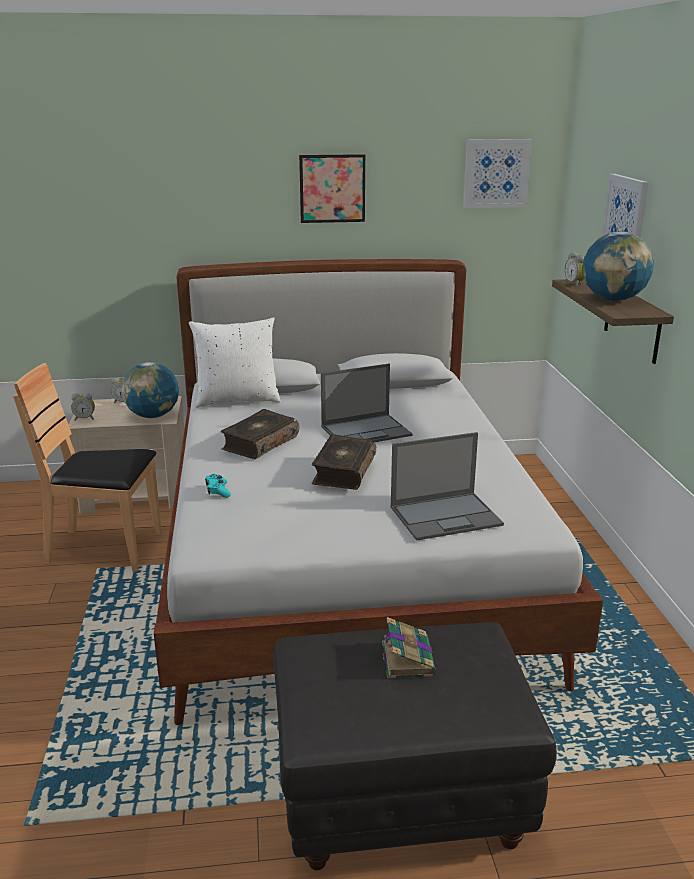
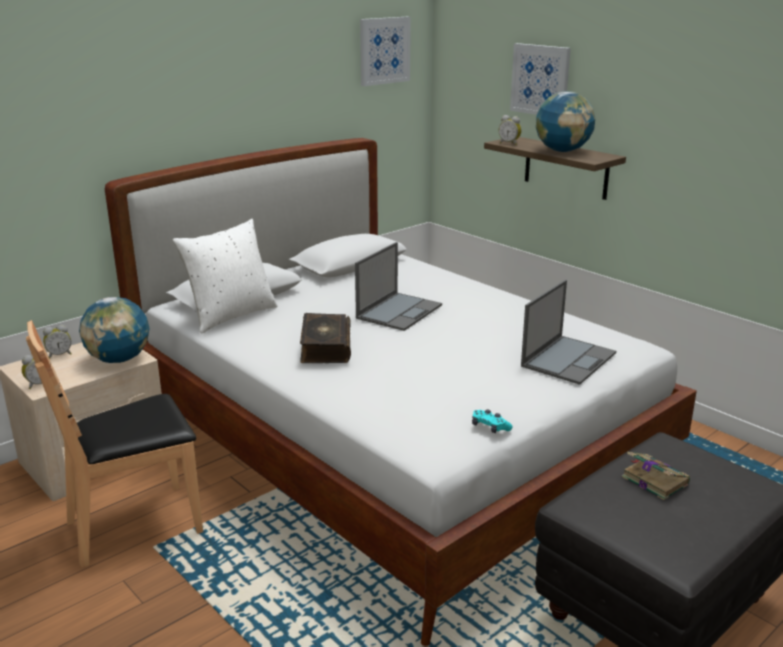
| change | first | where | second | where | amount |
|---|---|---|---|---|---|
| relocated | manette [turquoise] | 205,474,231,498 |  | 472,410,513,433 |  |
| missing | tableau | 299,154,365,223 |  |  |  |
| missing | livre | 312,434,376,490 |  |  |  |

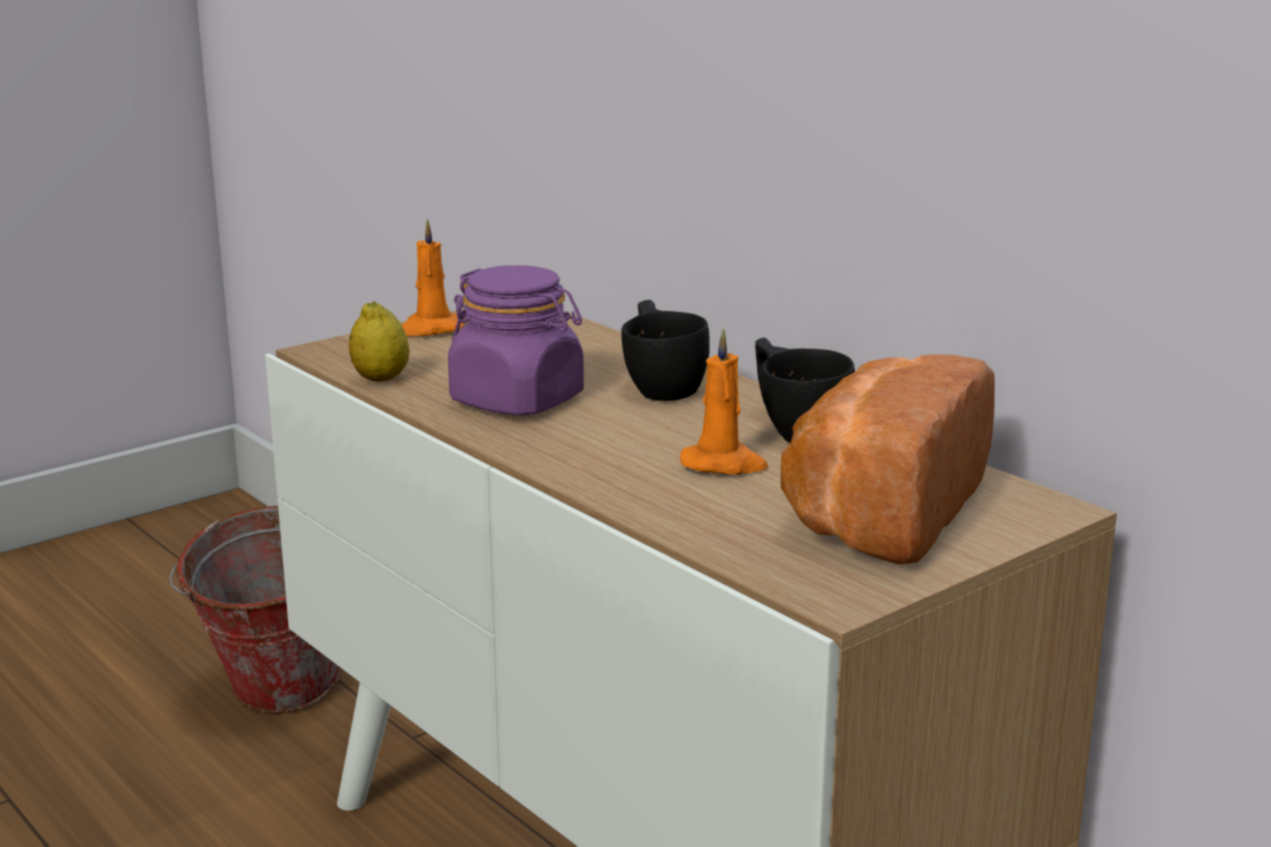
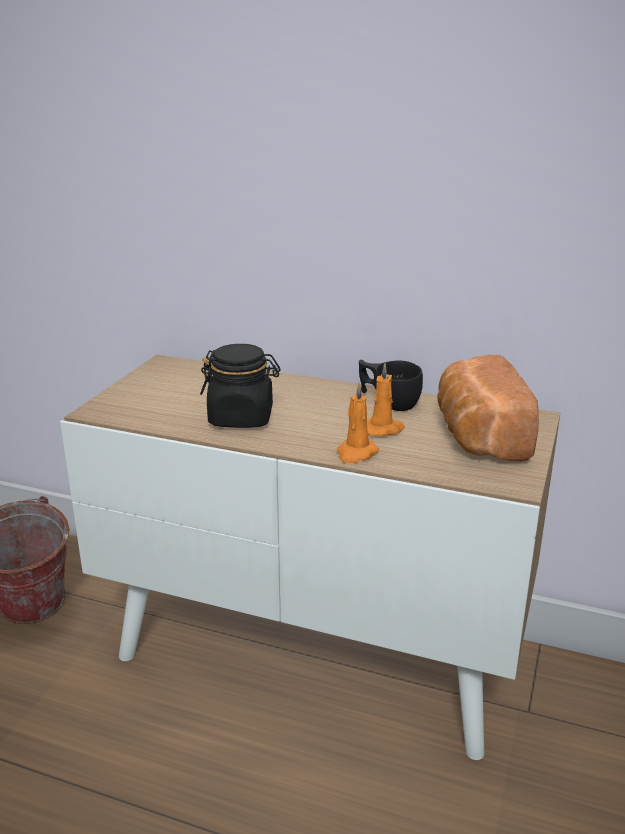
| change | first | where | second | where | amount |
|---|---|---|---|---|---|
| missing | citron | 349,301,410,382 |  |  |  |
| relocated | bougie [orange] | 402,219,465,337 |  | 337,383,379,464 |  |
| colour | bocal [violet] | 448,265,584,416 | bocal [noir] | 200,344,281,428 |  |
| missing | tasse [noir] | 621,300,710,401 |  |  |  |

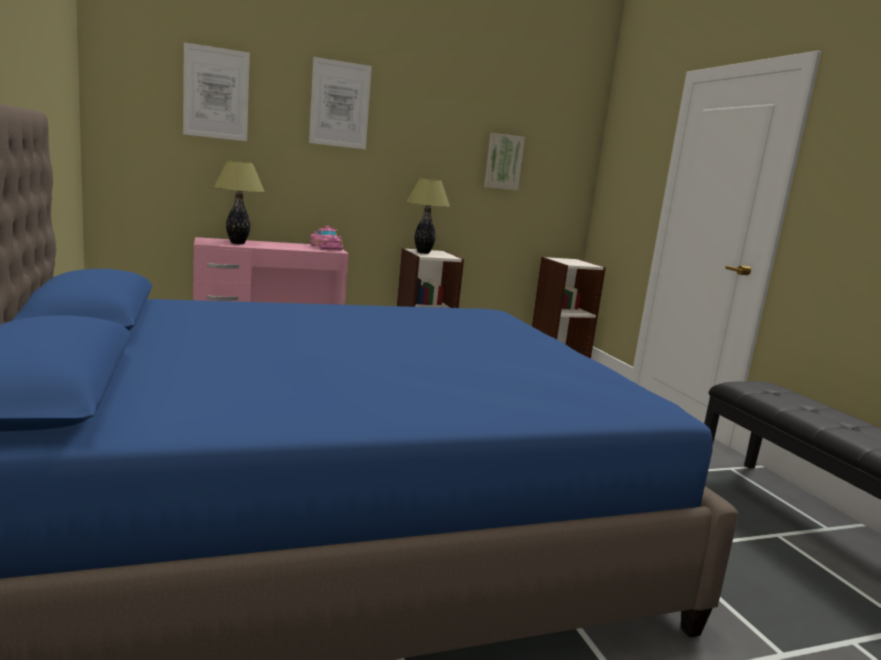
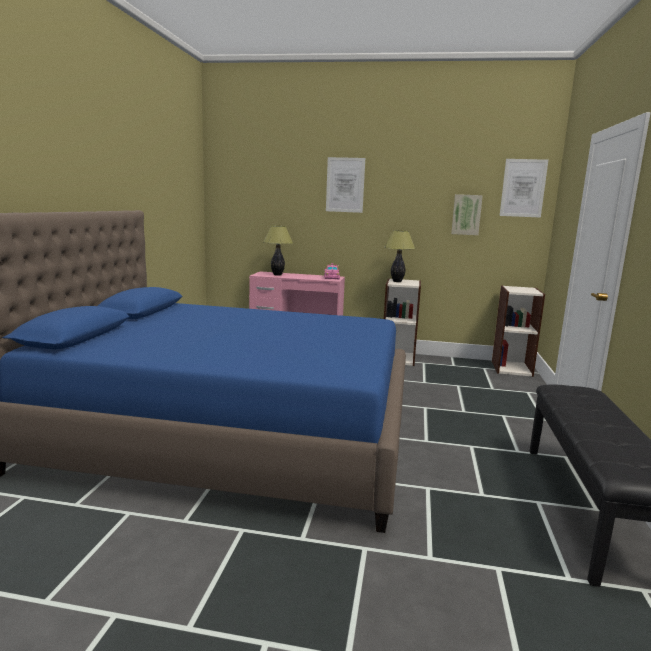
| change | first | where | second | where | amount |
|---|---|---|---|---|---|
| relocated | tableau | 183,42,250,141 |  | 500,159,548,218 |  |

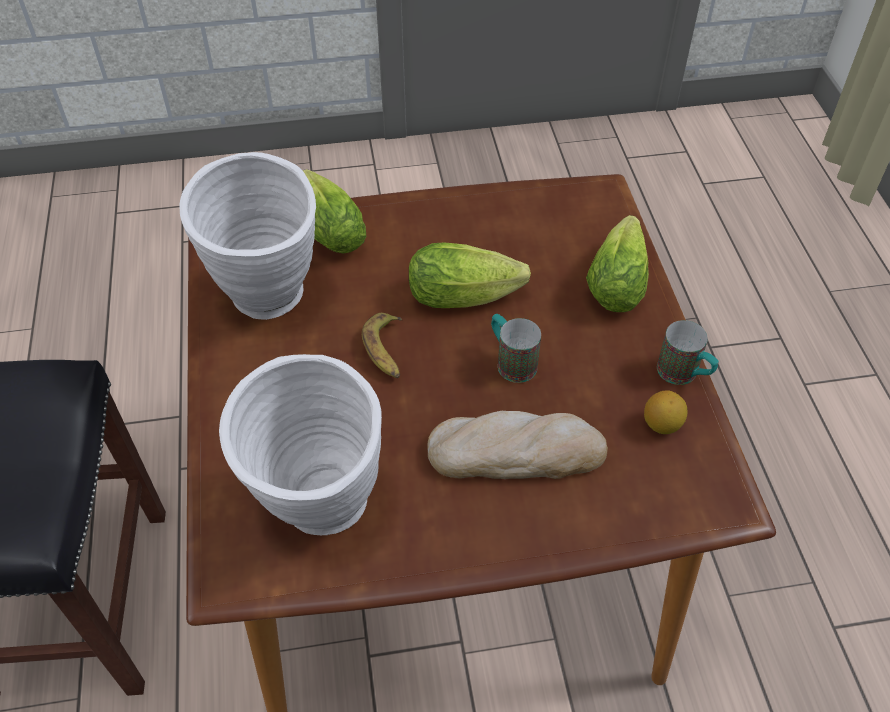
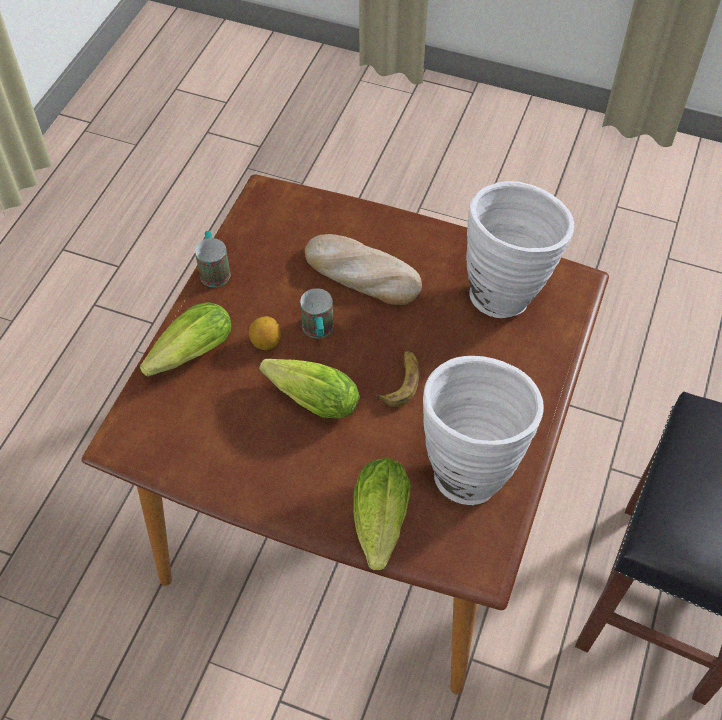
| change | first | where | second | where | amount |
|---|---|---|---|---|---|
| relocated | citron | 644,390,688,434 |  | 249,316,281,350 |  |

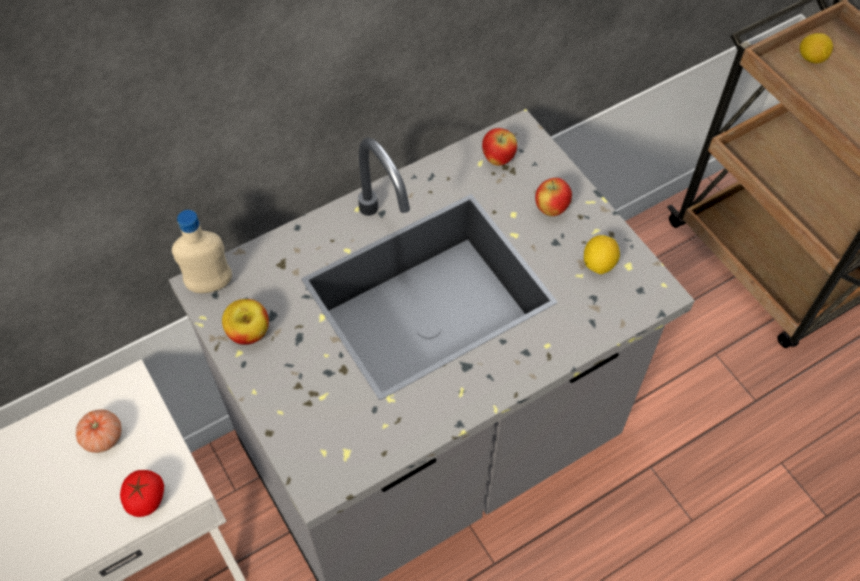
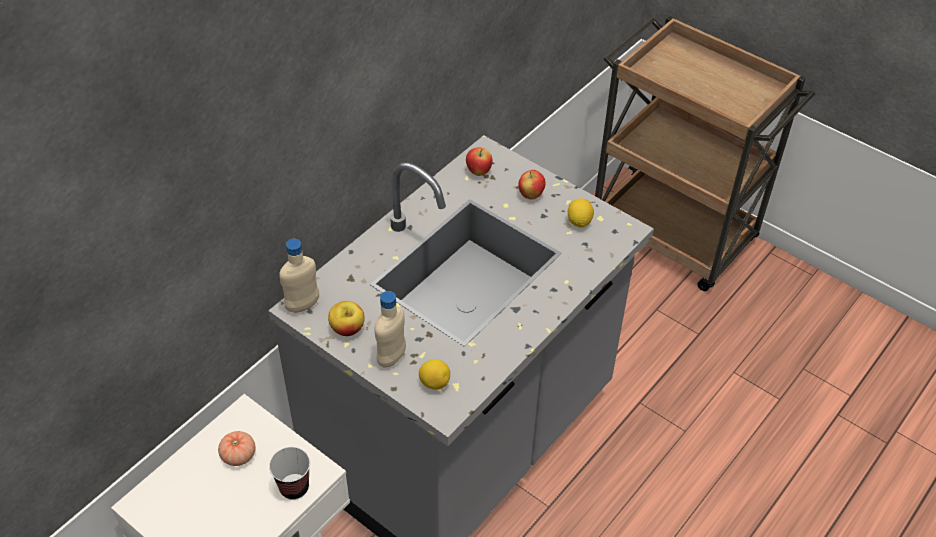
| change | first | where | second | where | amount |
|---|---|---|---|---|---|
| exchanged | tomate | 120,470,164,517 | tasse | 269,447,310,500 |  |
| relocated | citron | 800,33,833,64 |  | 419,359,450,390 |  |
| appeared |  |  | bouteille [beige] | 375,291,406,367 |  |

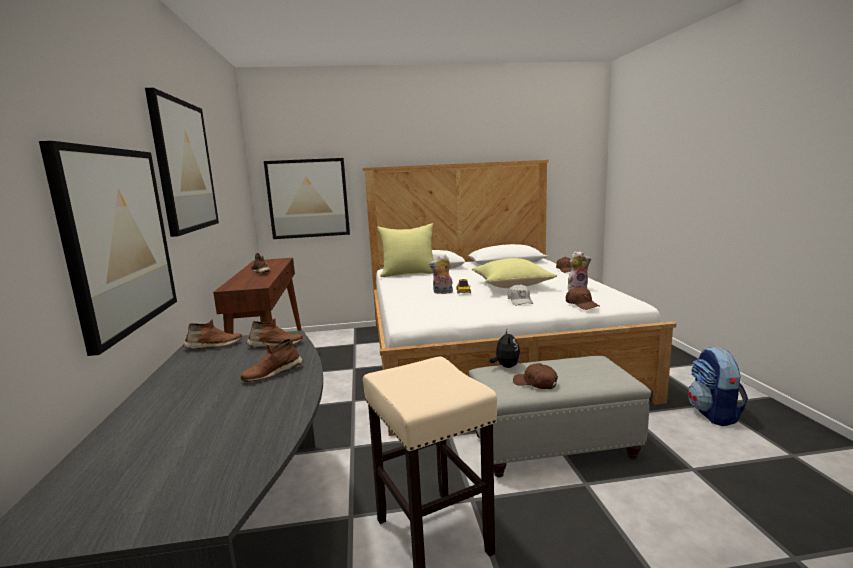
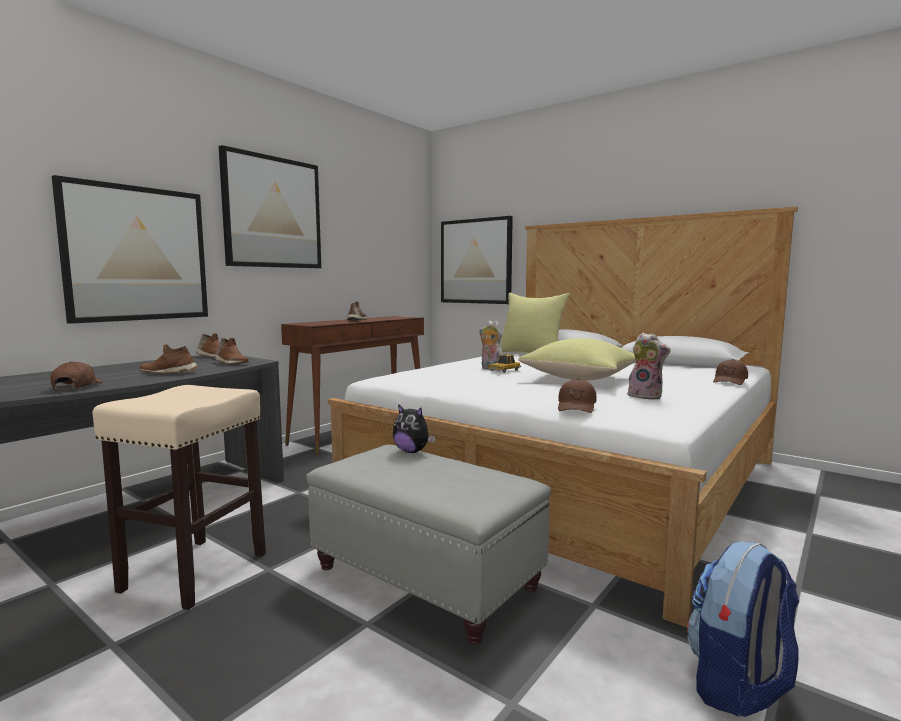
| change | first | where | second | where | amount |
|---|---|---|---|---|---|
| spun | peluche | 489,330,520,368 |  | 393,404,435,453 | 75 degrees clockwise |
| missing | casquette [blanc] | 508,284,533,306 |  |  |  |
| relocated | casquette [marron] | 513,363,558,389 |  | 50,361,103,390 |  |

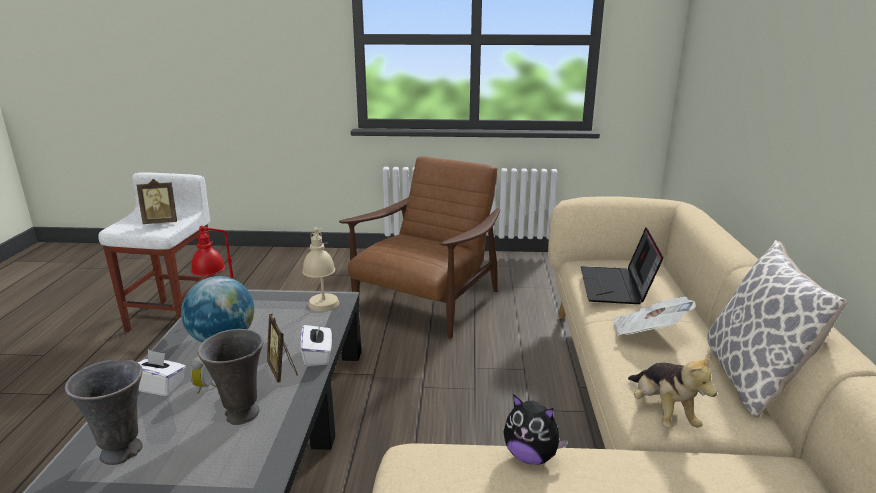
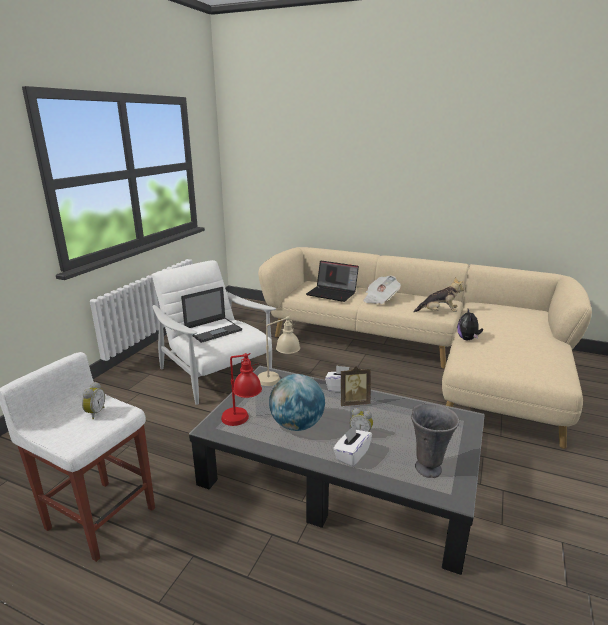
| change | first | where | second | where | amount |
|---|---|---|---|---|---|
| exchanged | cadre photo | 137,179,177,224 | réveil | 82,382,105,419 |  |
| missing | vase [gris] | 197,329,264,425 |  |  |  |
| colour | fauteuil [marron] | 339,156,500,339 | fauteuil [blanc] | 152,260,276,405 |  |
| spun | peluche | 503,394,568,465 |  | 457,309,483,340 | 135 degrees clockwise |
| missing | coussin | 708,240,847,418 |  |  |  |
| appeared |  |  | ordinateur portable | 181,287,242,343 |  |

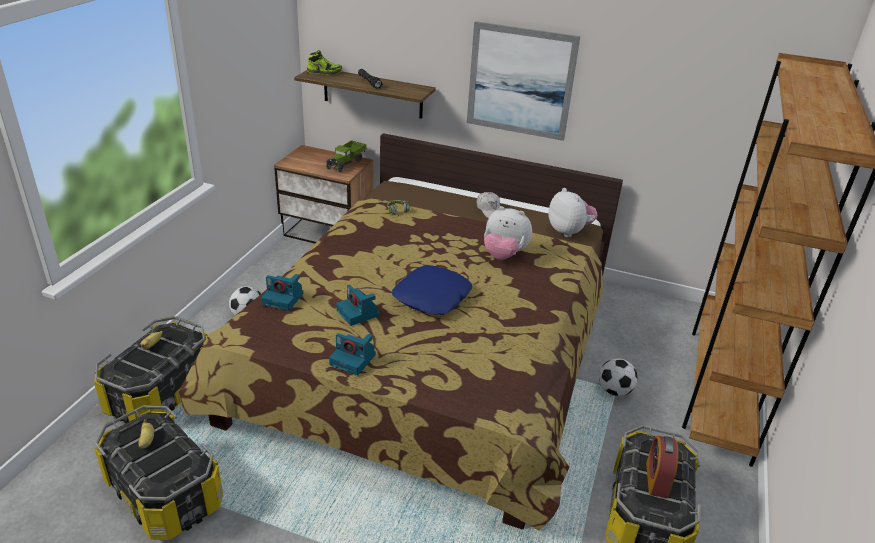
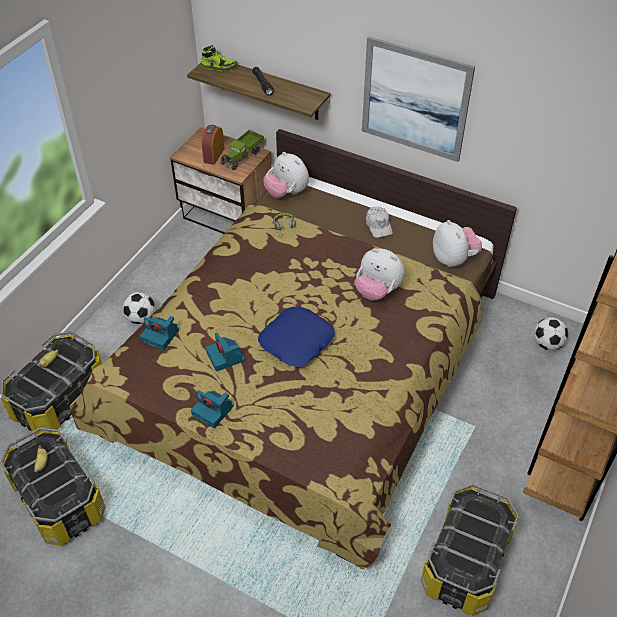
| change | first | where | second | where | amount |
|---|---|---|---|---|---|
| relocated | ballon de foot | 599,358,638,396 |  | 534,317,568,350 |  |
| relocated | réveil | 646,436,679,498 |  | 202,125,225,165 |  |
| appeared |  |  | peluche | 263,152,309,198 |  |

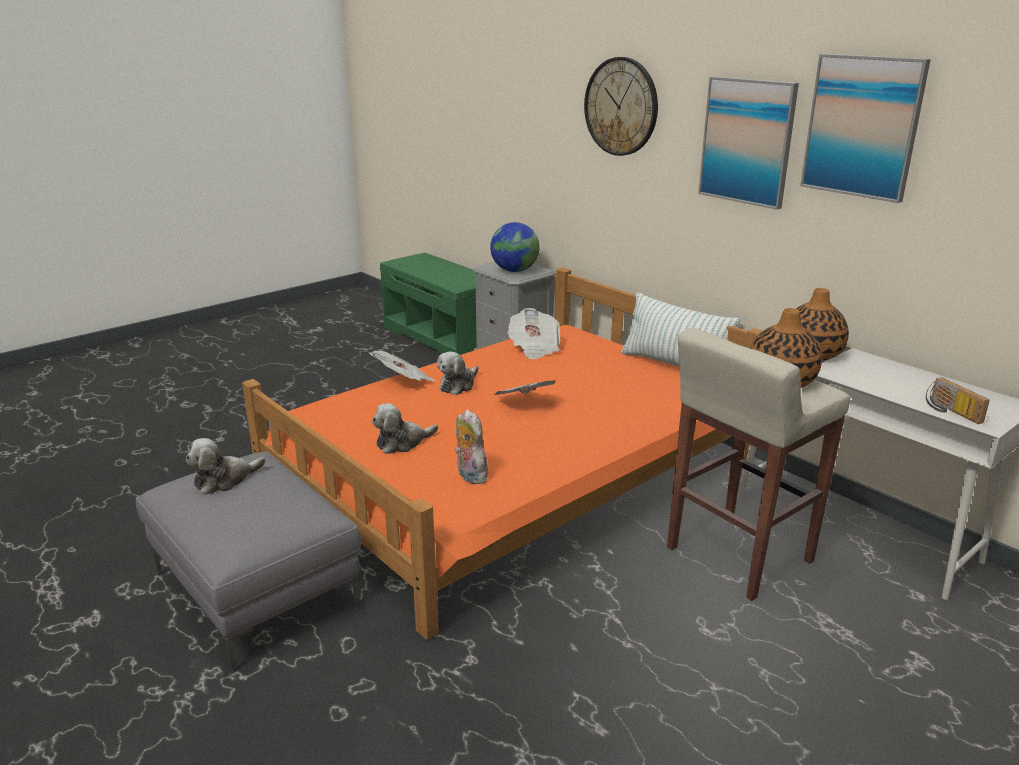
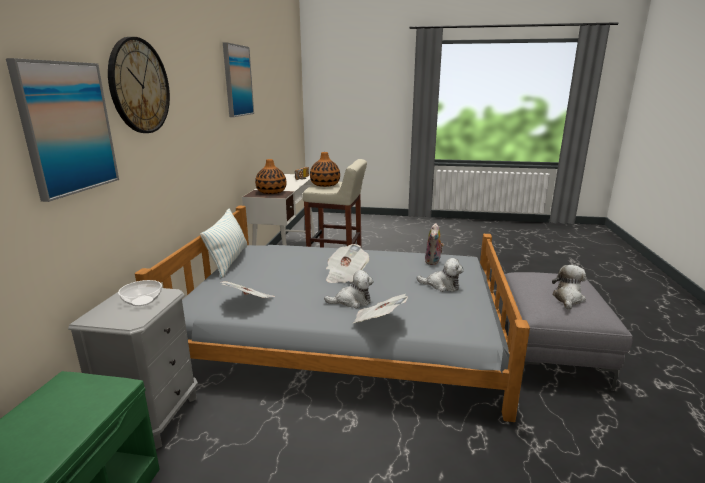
| change | first | where | second | where | amount |
|---|---|---|---|---|---|
| spun | peluche | 186,438,266,495 |  | 552,265,586,310 | 75 degrees counterclockwise |
| colour | lit [orange] | 242,267,763,640 | lit [gris] | 135,206,530,422 |  |
| exchanged | globe | 490,222,540,272 | bol | 118,280,162,306 |  |
| relocated | tableau | 698,76,799,210 |  | 6,58,119,202 |  |

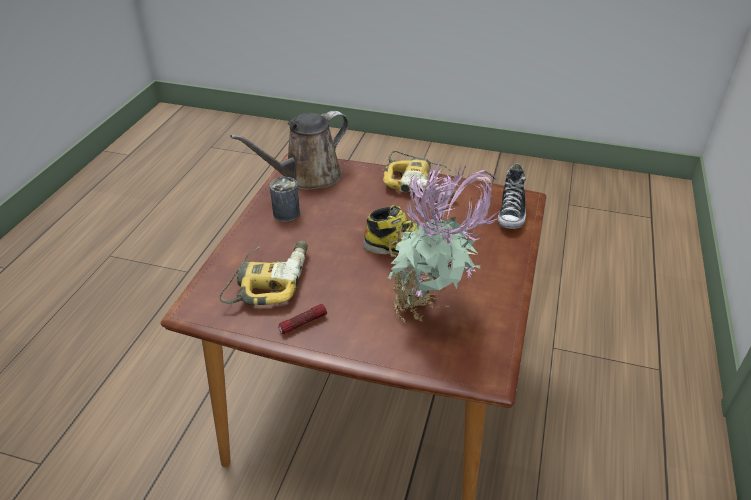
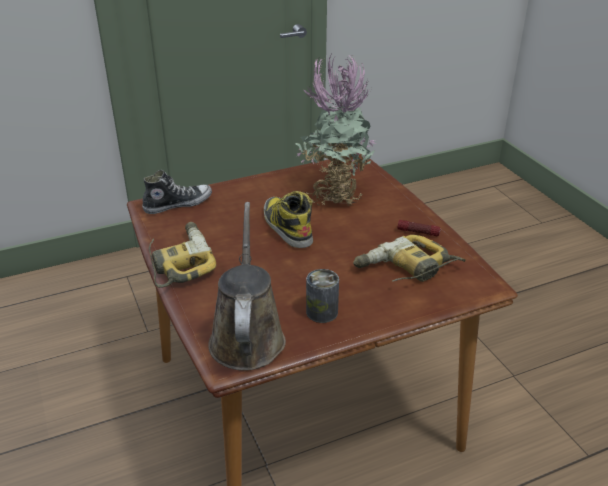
| change | first | where | second | where | amount |
|---|---|---|---|---|---|
| spun | arrosoir [marron] | 230,111,349,190 |  | 208,202,286,371 | 105 degrees counterclockwise |

